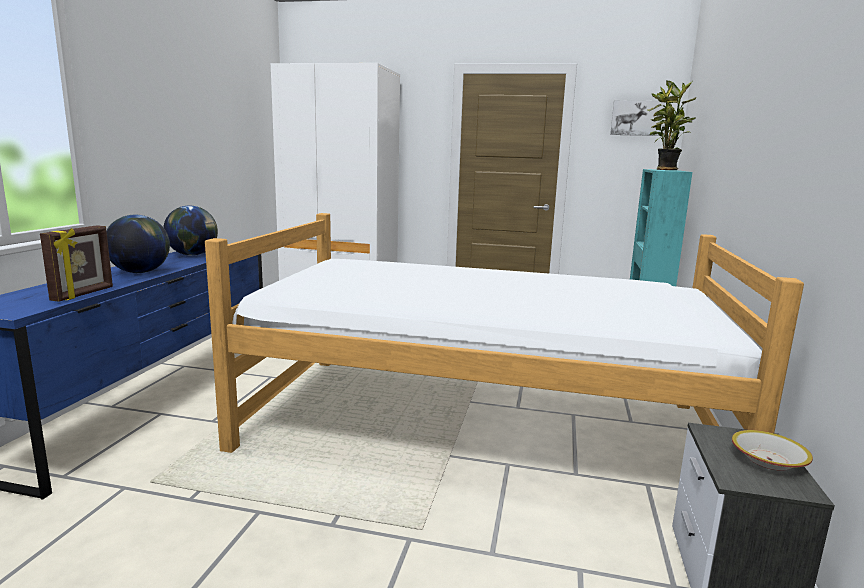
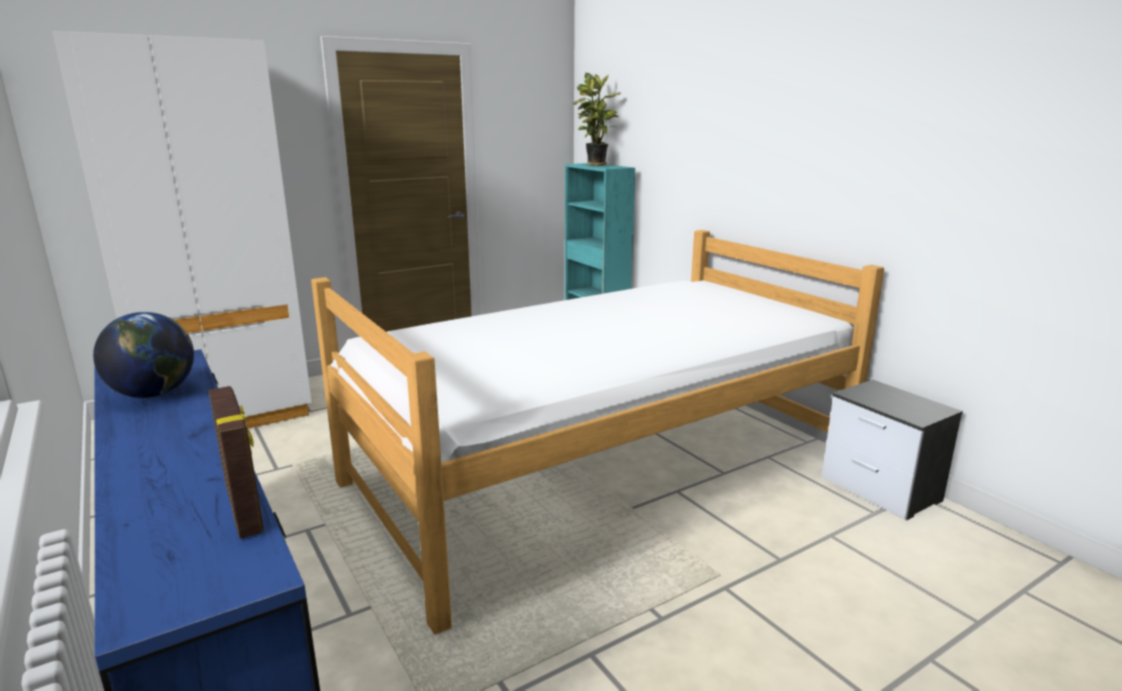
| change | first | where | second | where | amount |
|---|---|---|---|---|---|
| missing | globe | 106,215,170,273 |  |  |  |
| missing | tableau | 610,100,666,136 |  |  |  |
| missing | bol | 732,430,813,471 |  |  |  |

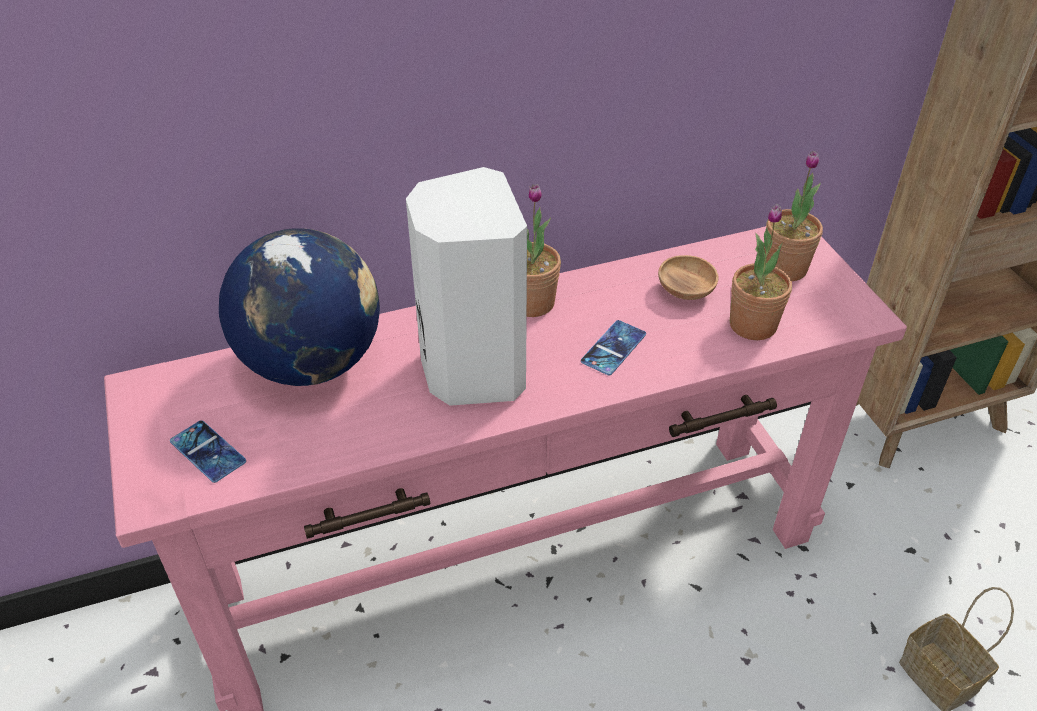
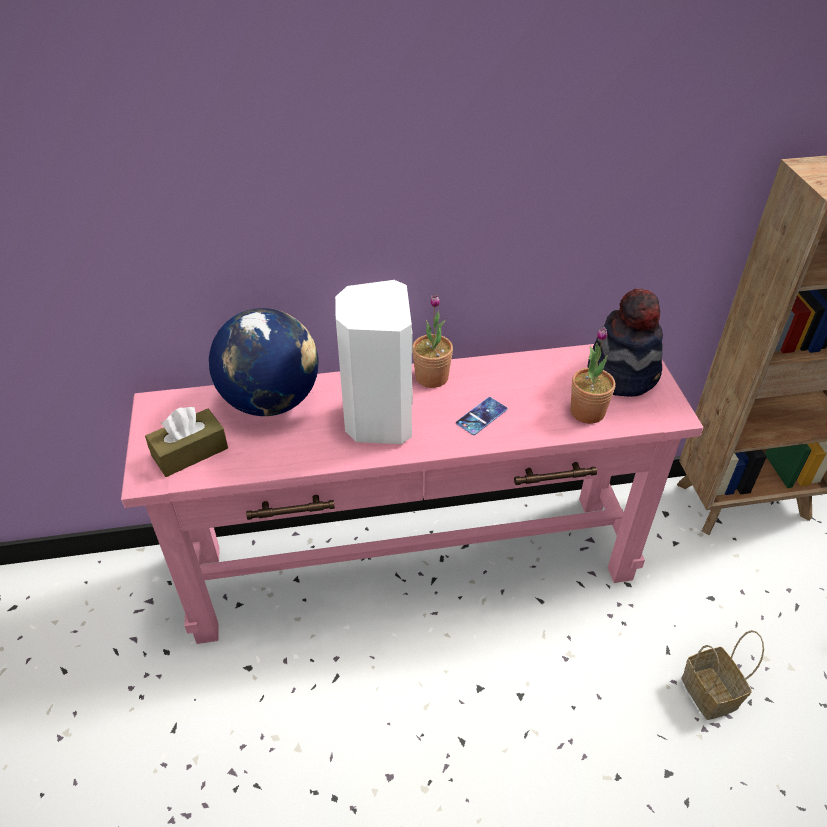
| change | first | where | second | where | amount |
|---|---|---|---|---|---|
| exchanged | téléphone | 170,420,246,483 | boîte à mouchoirs [marron] | 145,407,228,477 |  |
| missing | bol [marron] | 658,255,719,300 |  |  |  |
| exchanged | plante en pot | 764,151,823,281 | chapeau | 588,289,663,397 |  |

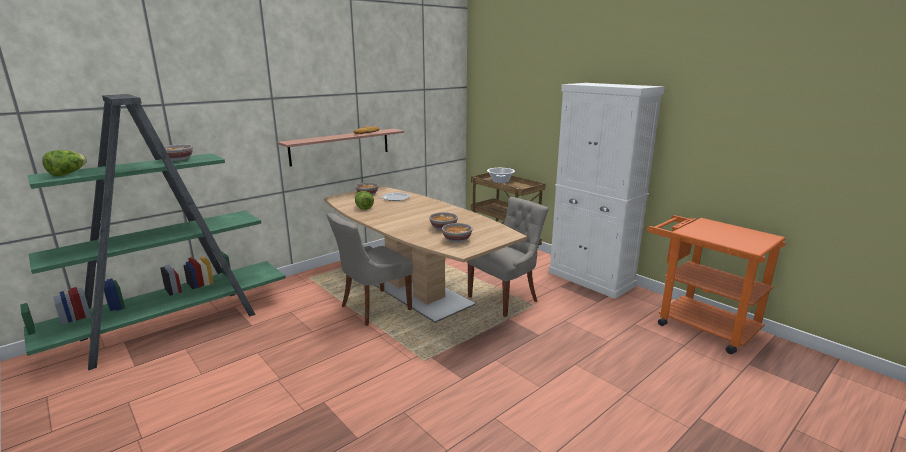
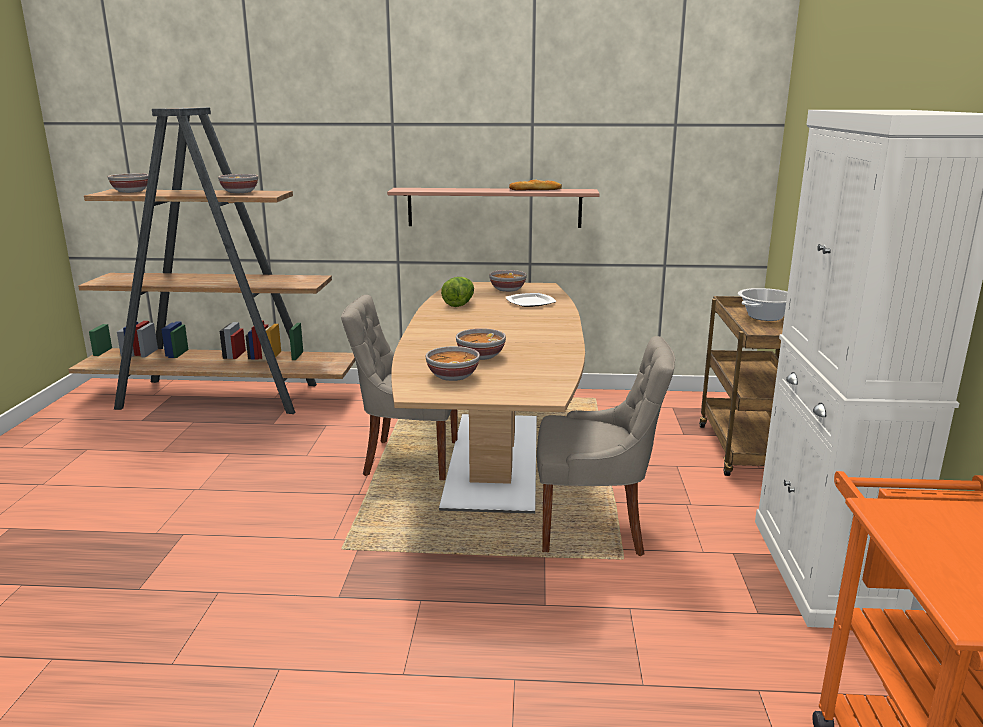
| change | first | where | second | where | amount |
|---|---|---|---|---|---|
| colour | bibliothèque [vert] | 20,94,286,370 | bibliothèque [marron] | 68,107,355,414 |  |
| exchanged | laitue | 42,150,87,176 | bol | 108,173,149,193 |  |

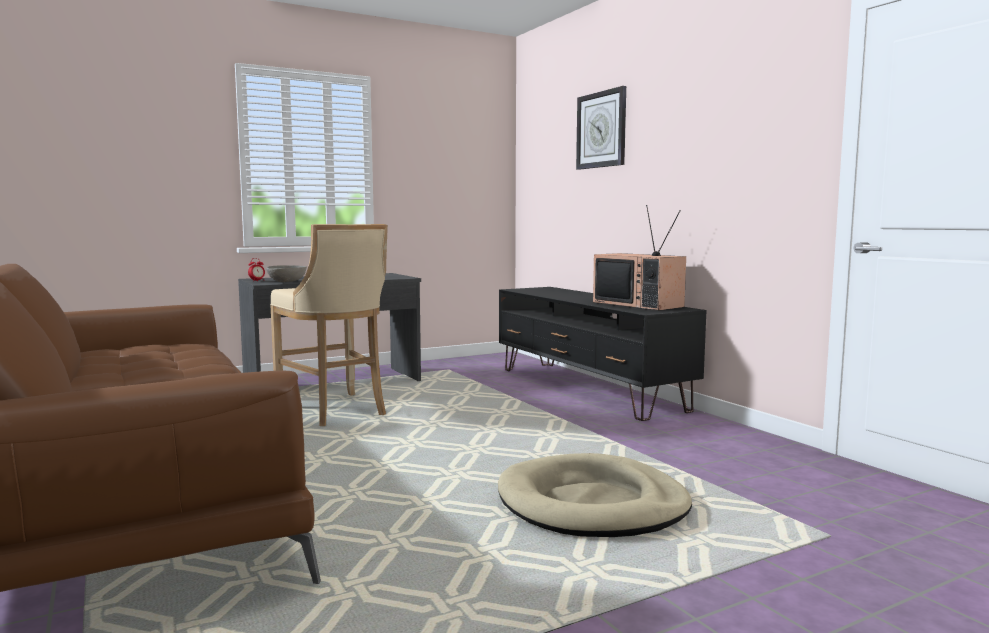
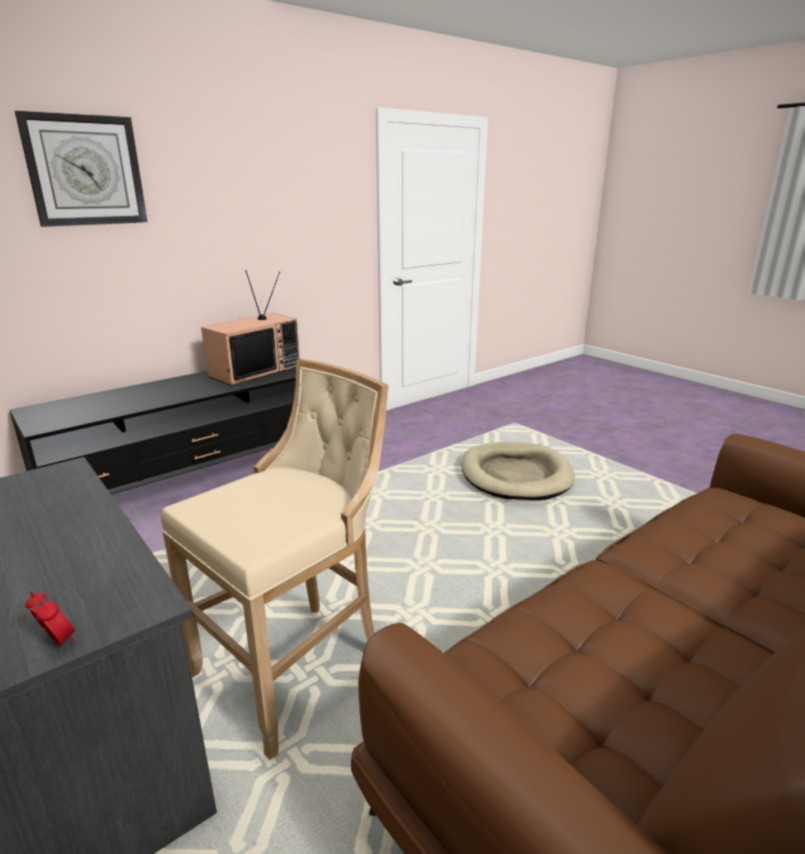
| change | first | where | second | where | amount |
|---|---|---|---|---|---|
| missing | bol [gris] | 266,265,307,282 |  |  |  |

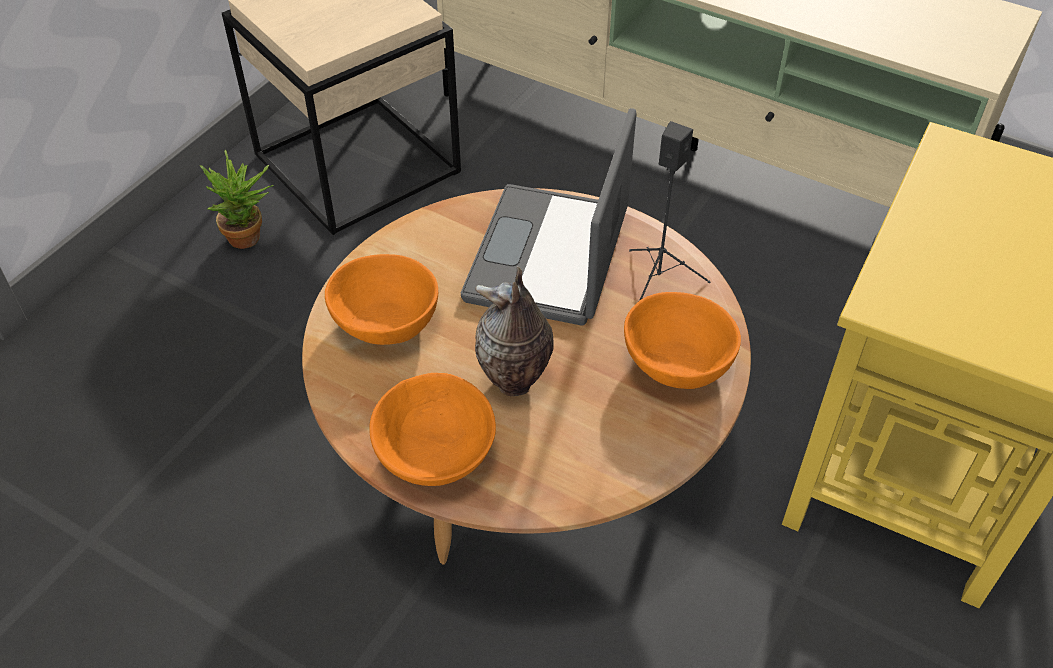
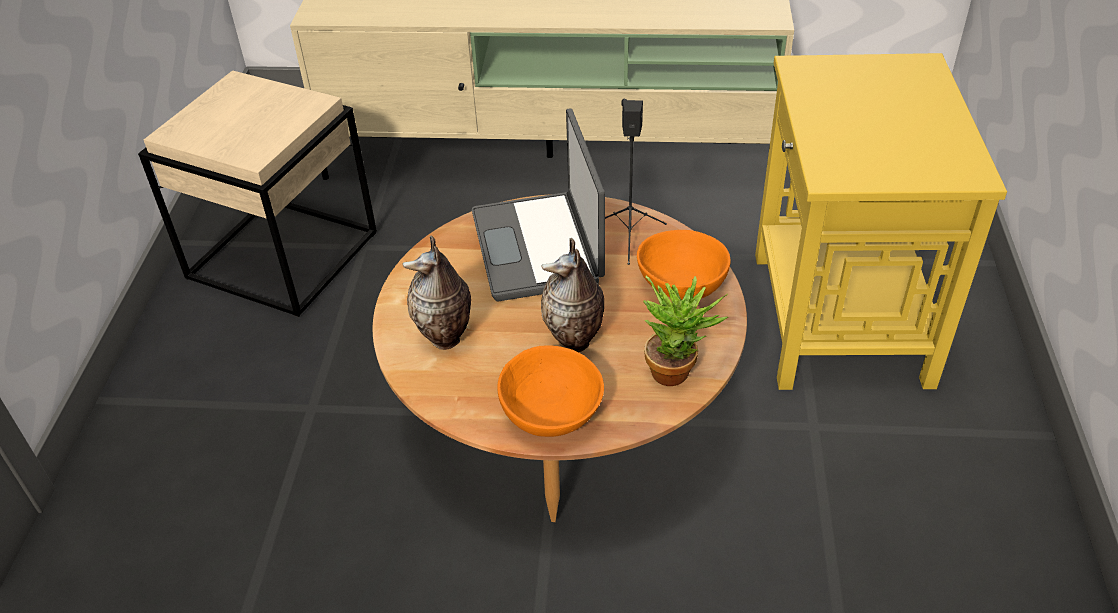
| change | first | where | second | where | amount |
|---|---|---|---|---|---|
| relocated | plante en pot | 200,150,274,249 |  | 643,276,728,386 |  |
| exchanged | bol [orange] | 325,254,438,345 | vase | 402,235,471,350 |  |

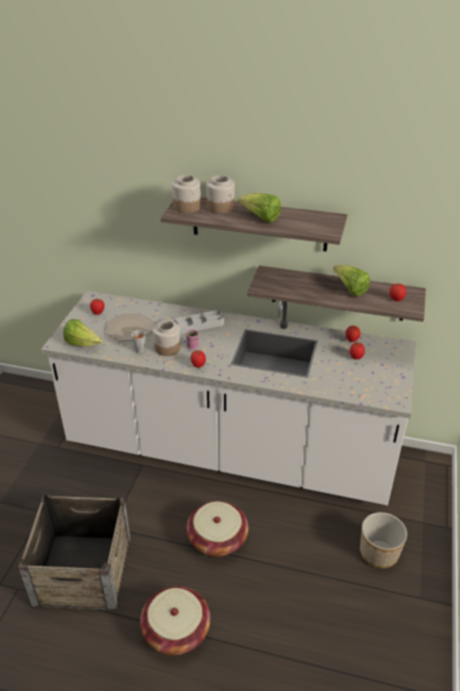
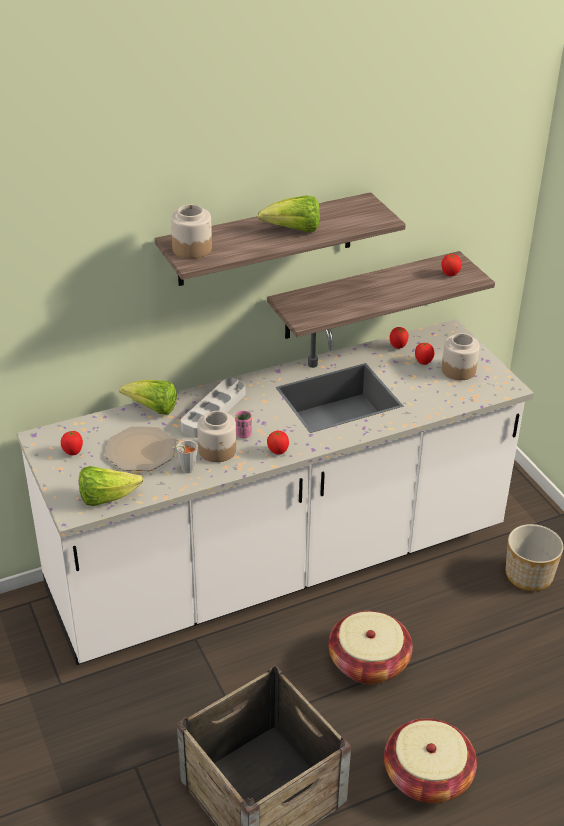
| change | first | where | second | where | amount |
|---|---|---|---|---|---|
| relocated | bocal | 206,175,235,214 |  | 442,333,480,380 |  |
| relocated | laitue | 333,265,370,296 |  | 119,380,177,415 |  |

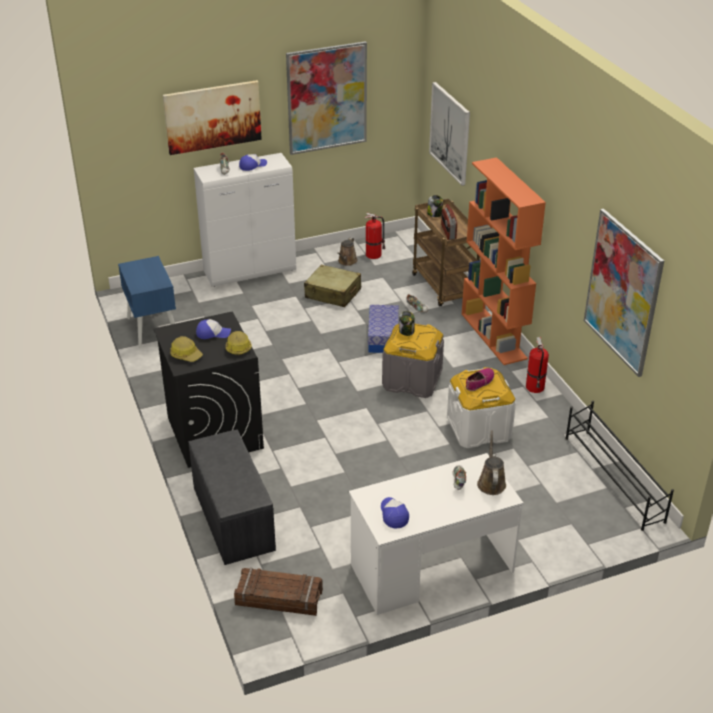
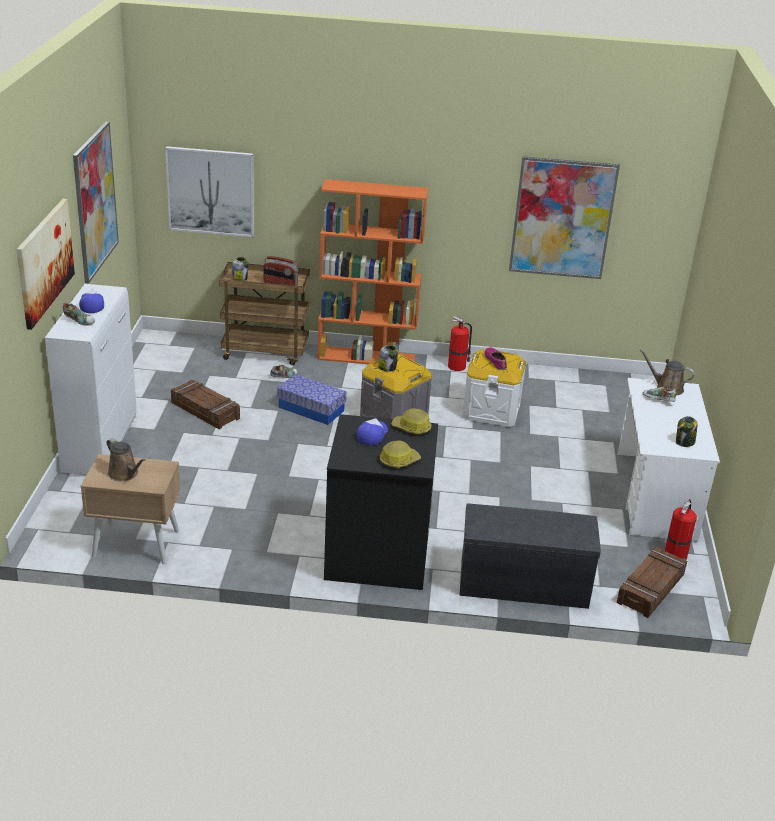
| change | first | where | second | where | amount |
|---|---|---|---|---|---|
| colour | table de chevet [bleu] | 118,256,176,347 | table de chevet [beige] | 81,454,180,564 |  |
| exchanged | valise [beige] | 304,265,361,307 | caisse | 171,380,240,429 |  |
| relocated | arrosoir [marron] | 337,237,358,266 |  | 107,438,145,481 |  |
| relocated | extincteur | 365,213,385,259 |  | 665,499,697,560 |  |
| exchanged | casquette | 381,497,409,528 | bocal | 676,416,698,447 |  |
| missing | étagère à chaussures [noir] | 565,401,674,531 |  |  |  |

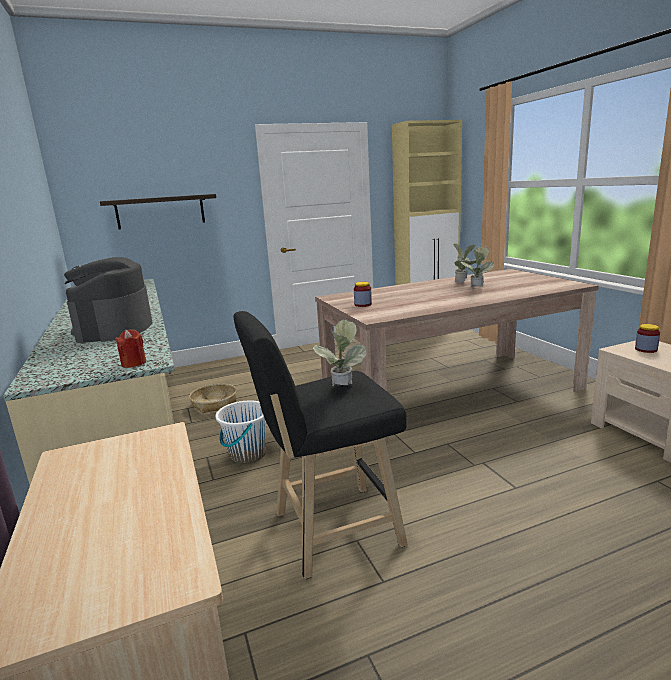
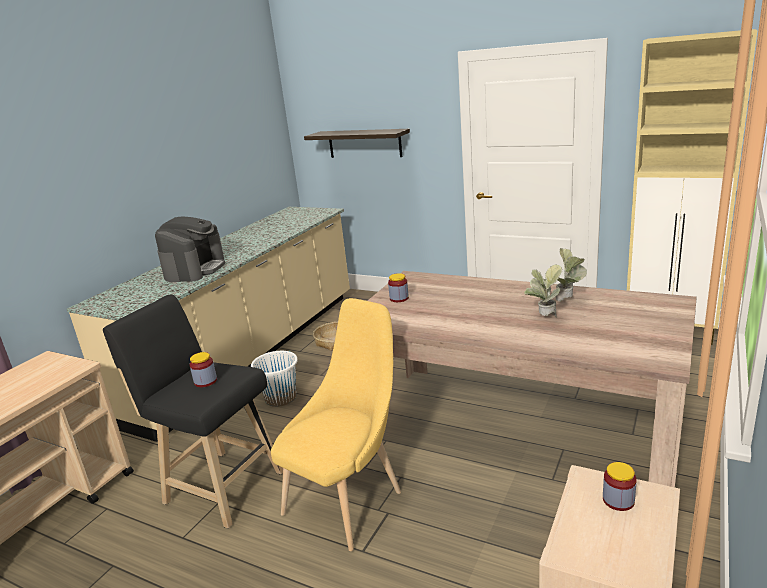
| change | first | where | second | where | amount |
|---|---|---|---|---|---|
| spun | machine à café | 64,257,152,343 |  | 155,216,225,282 | 150 degrees clockwise |
| missing | bougie [rouge] | 115,330,146,368 |  |  |  |
| exchanged | plante en pot | 312,320,367,386 | bocal | 189,352,217,387 |  |
| appeared |  |  | chaise [jaune] | 271,298,401,551 |  |

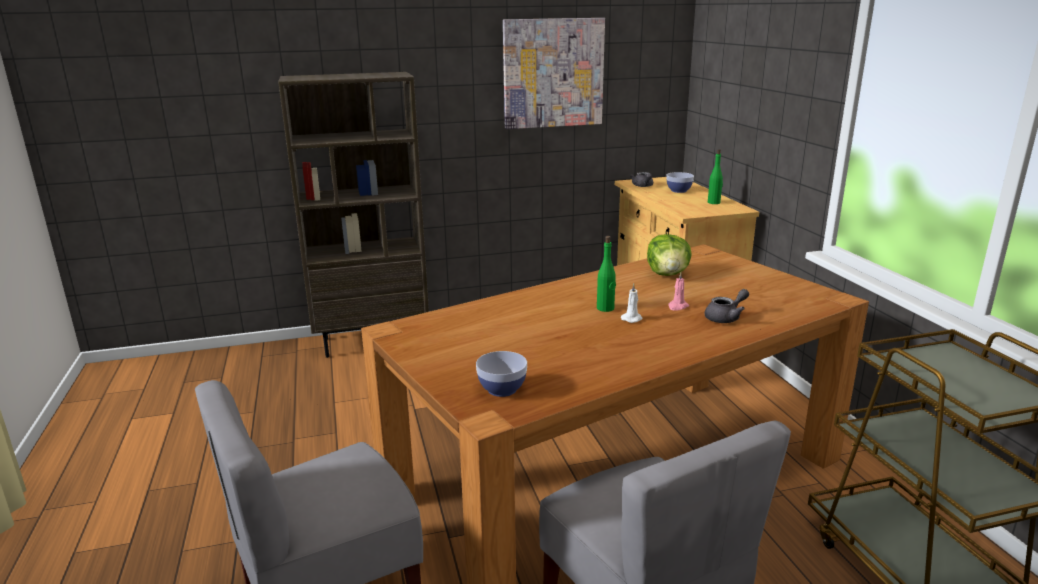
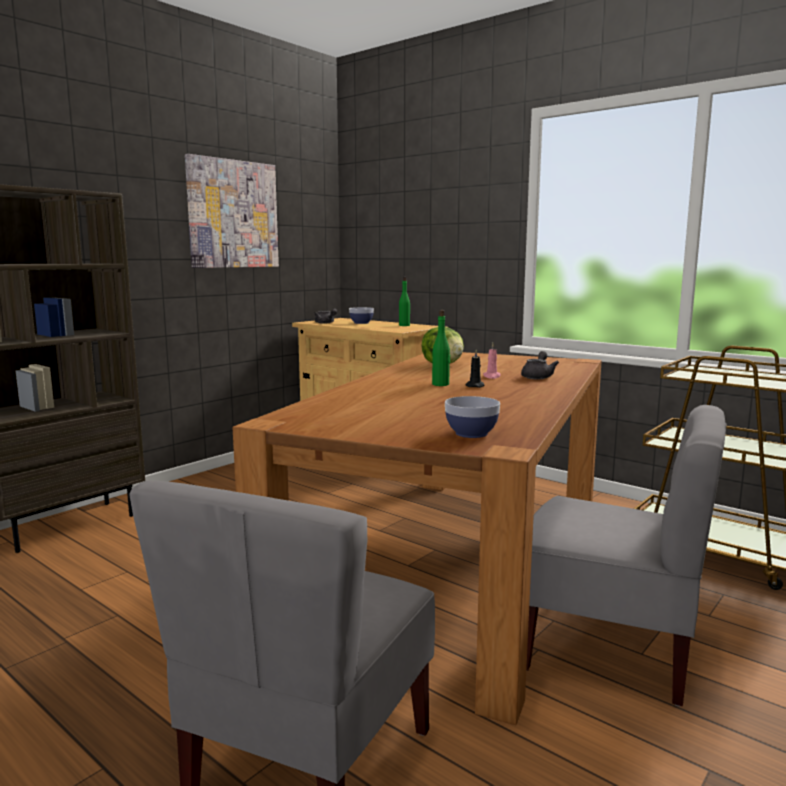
| change | first | where | second | where | amount |
|---|---|---|---|---|---|
| colour | bougie [blanc] | 621,283,643,323 | bougie [noir] | 466,350,485,388 |  |

